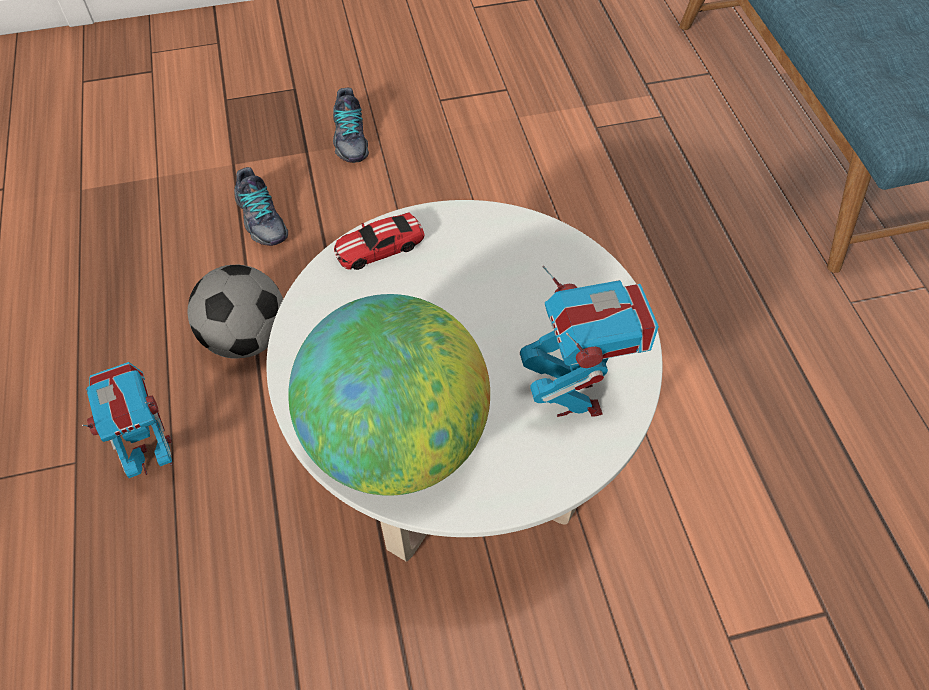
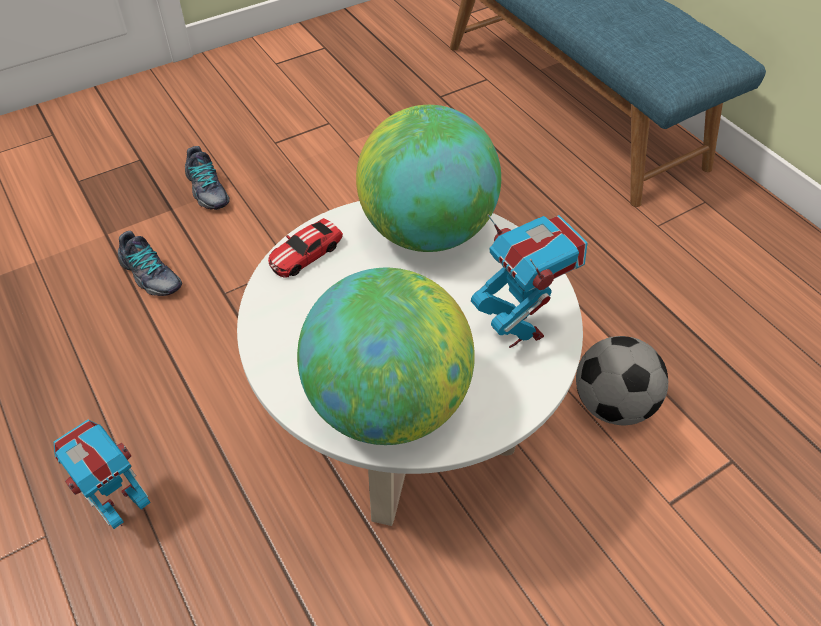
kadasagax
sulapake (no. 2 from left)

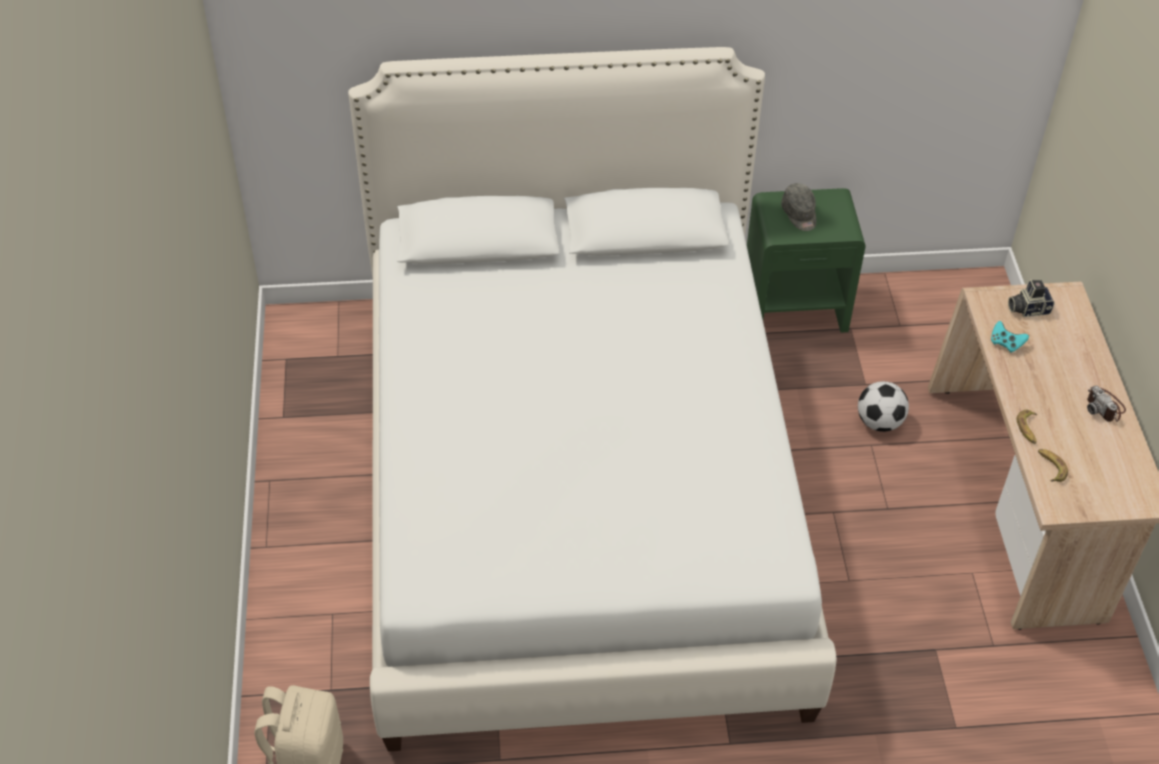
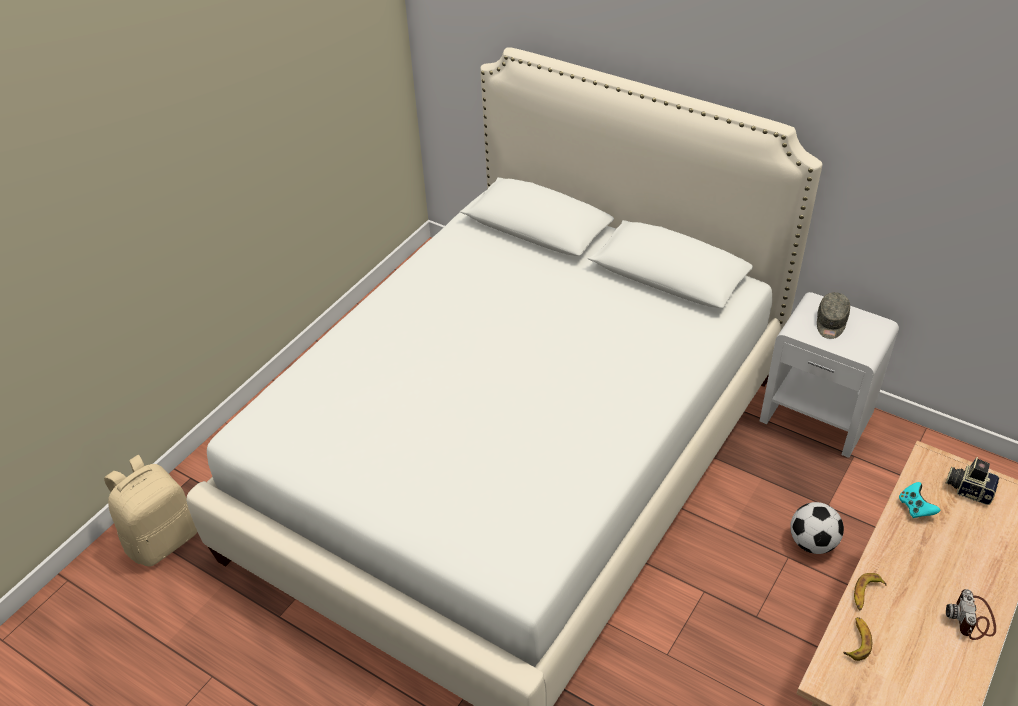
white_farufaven

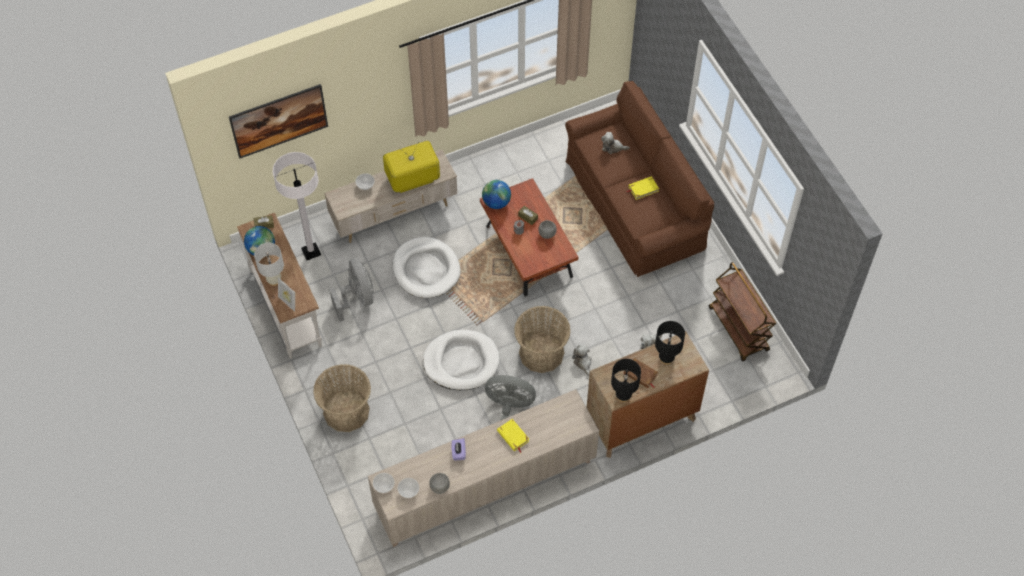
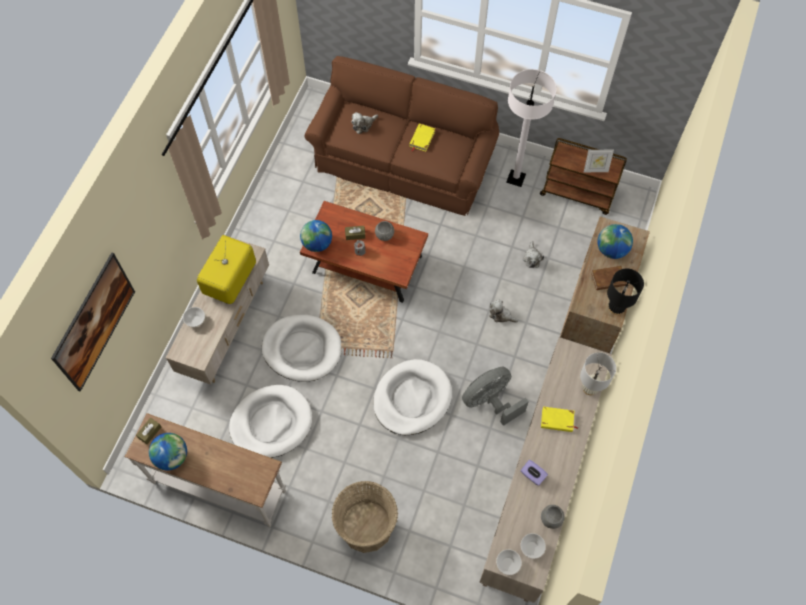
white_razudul
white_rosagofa
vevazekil
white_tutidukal (no. 1 from left)
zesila (no. 2 from left in the first image)
sulapake (no. 3 from left)

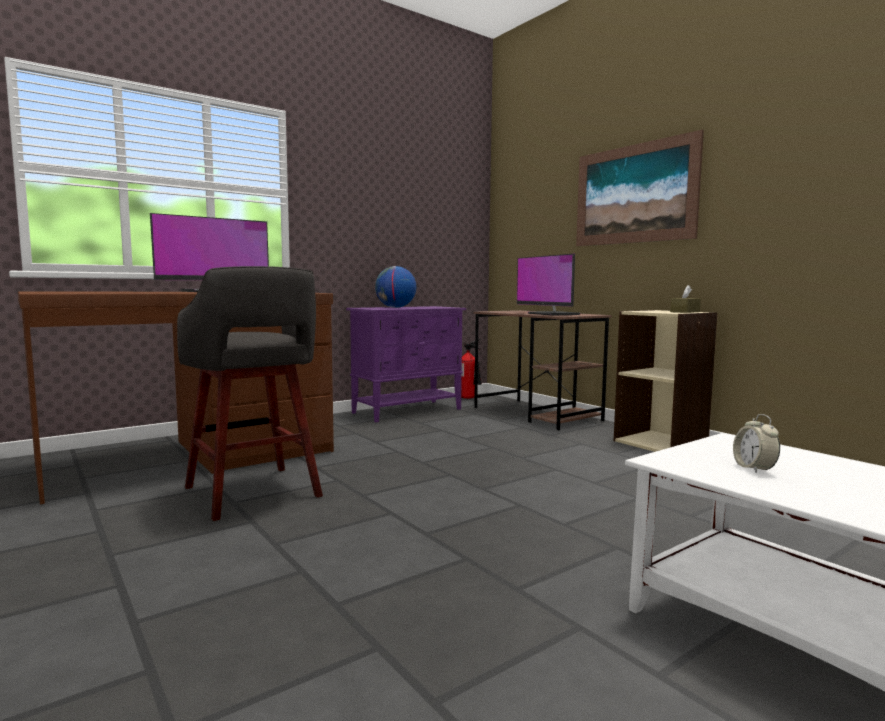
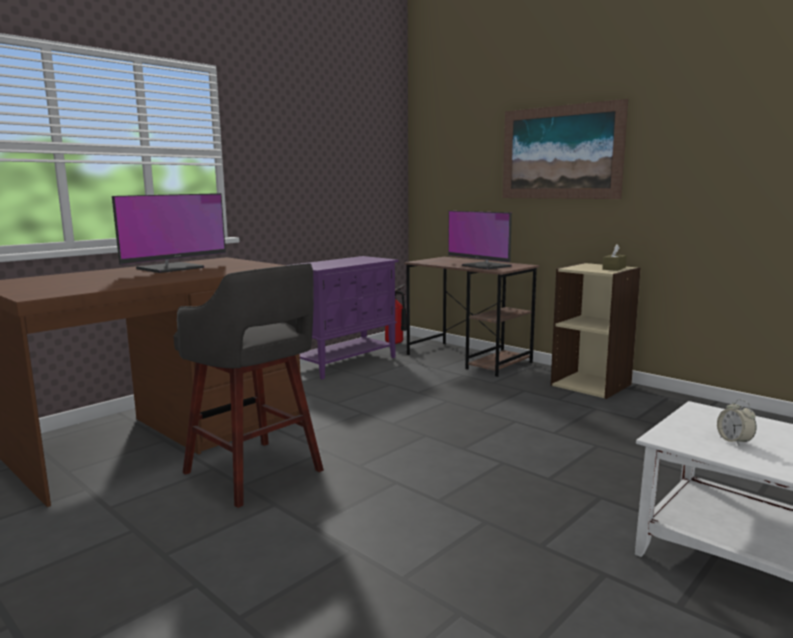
sulapake

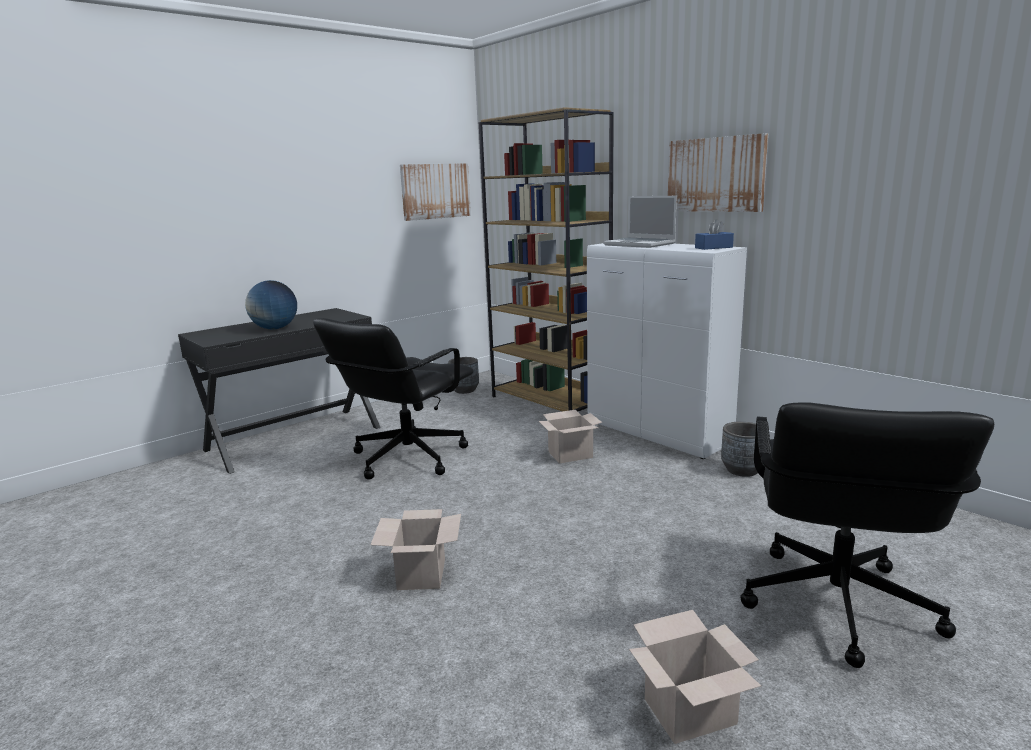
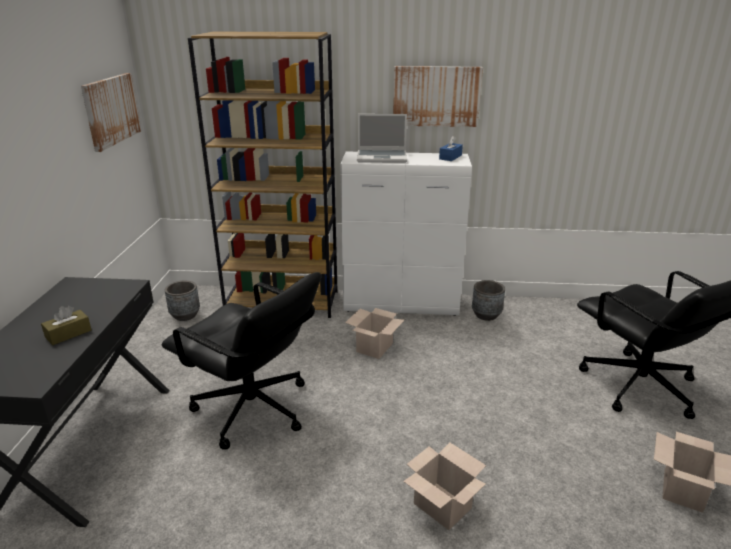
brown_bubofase
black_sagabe (no. 1 from left)

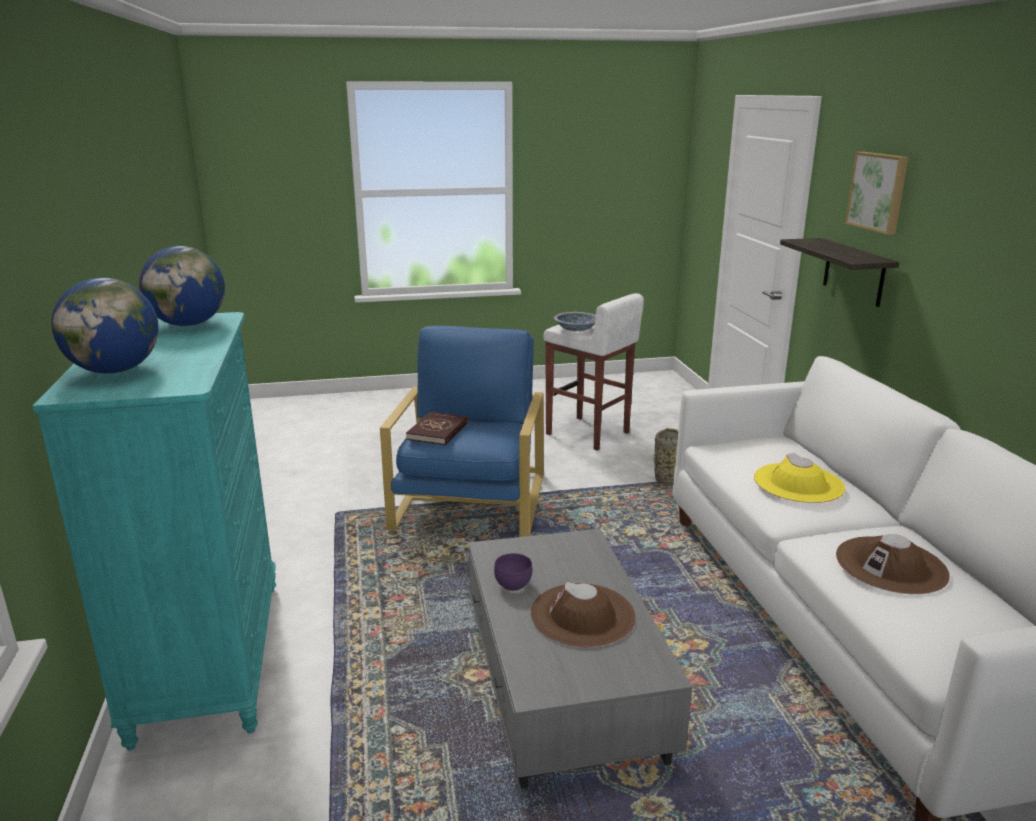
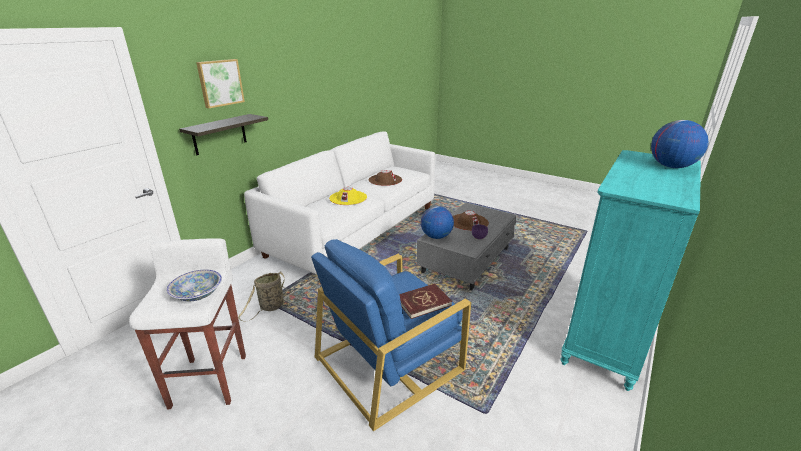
sulapake (no. 1 from left)

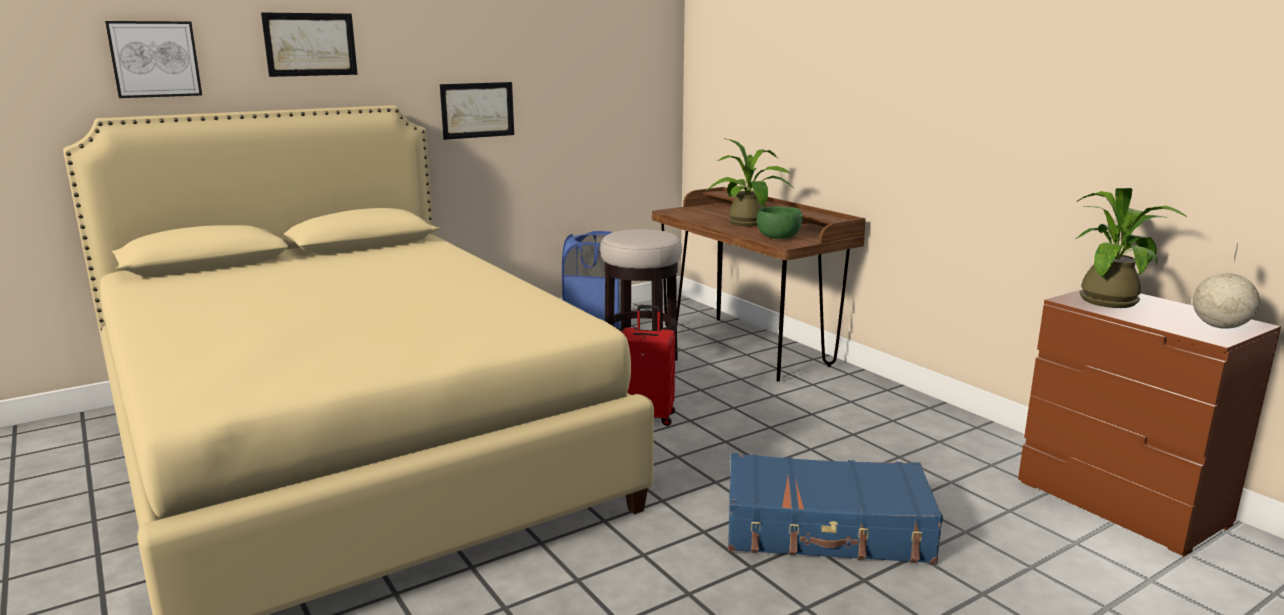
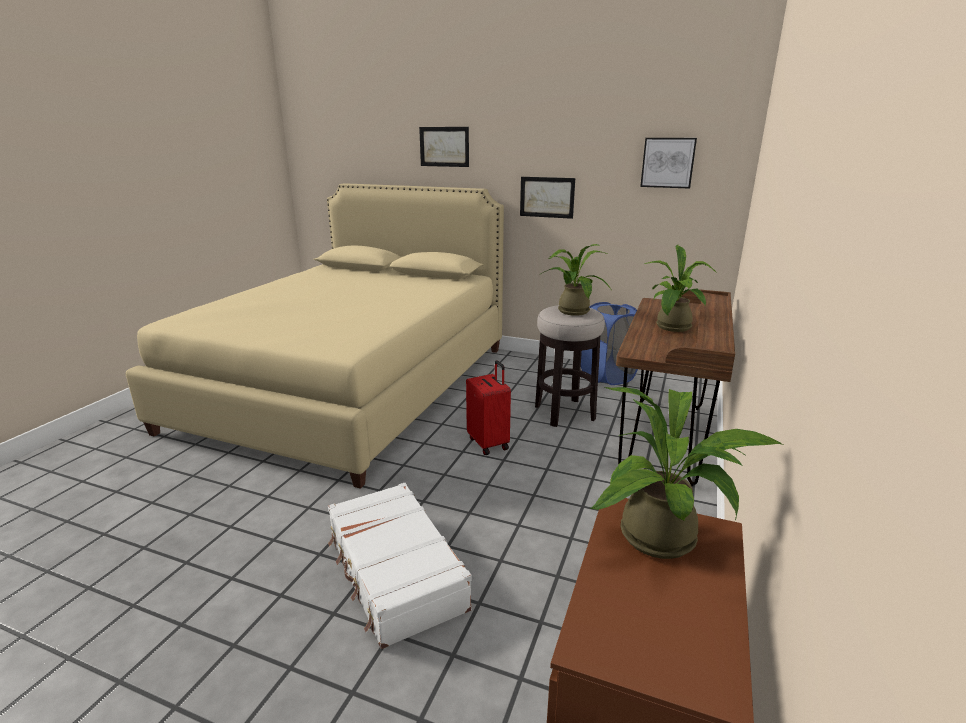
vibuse (no. 3 from left)
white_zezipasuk
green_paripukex
sulapake
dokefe (no. 1 from left)

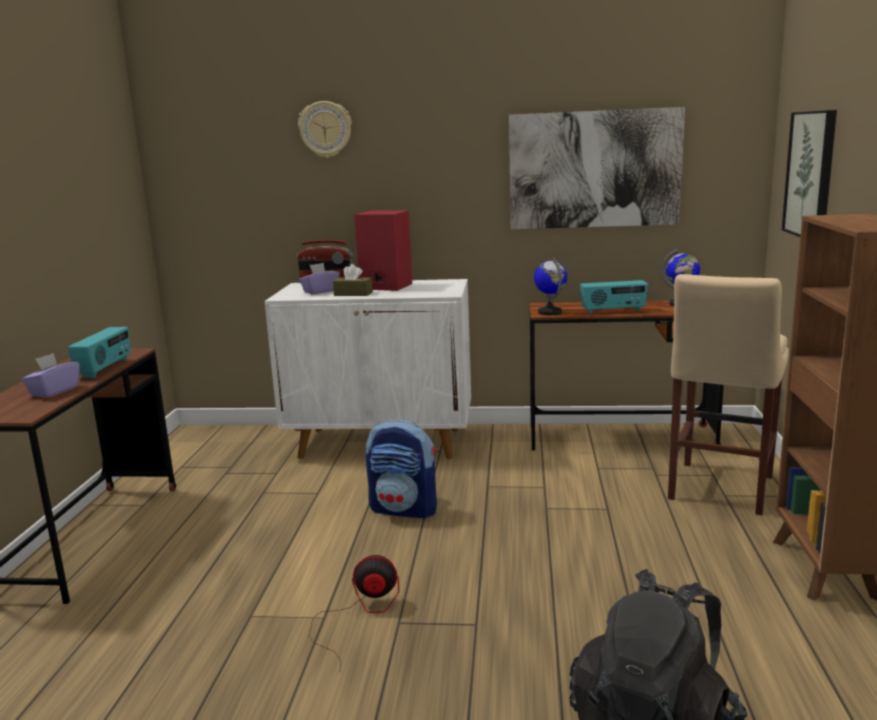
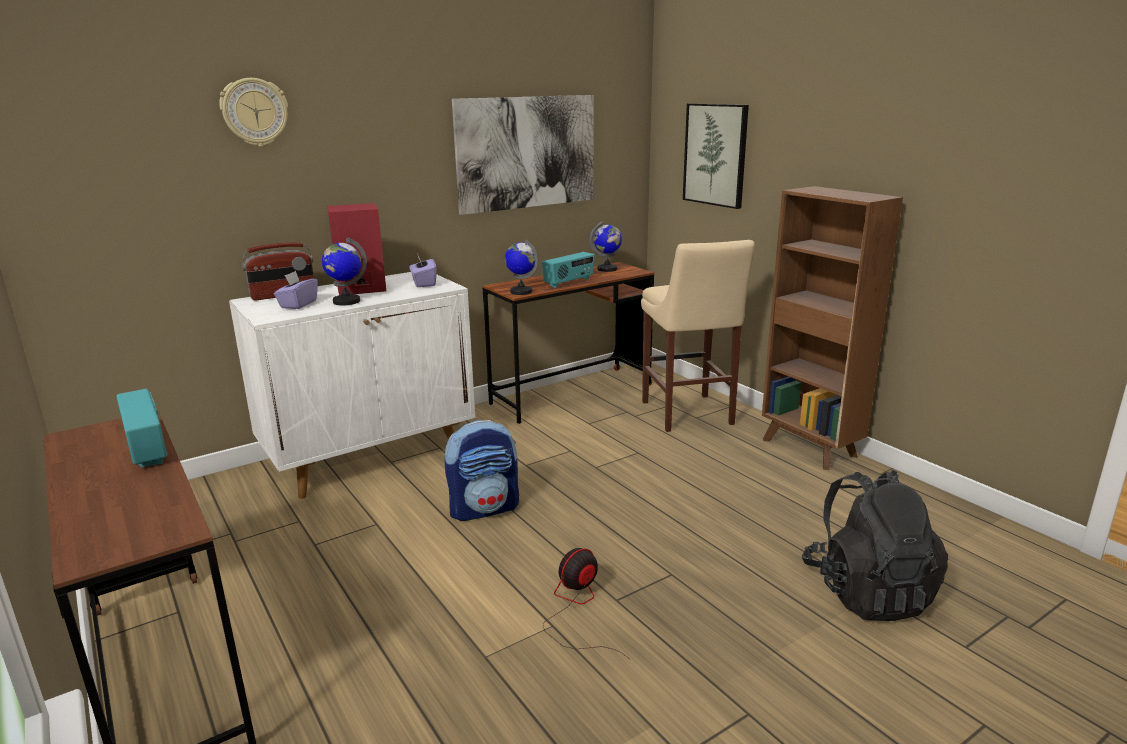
purple_bubofase (no. 2 from left)
sulapake (no. 1 from left)

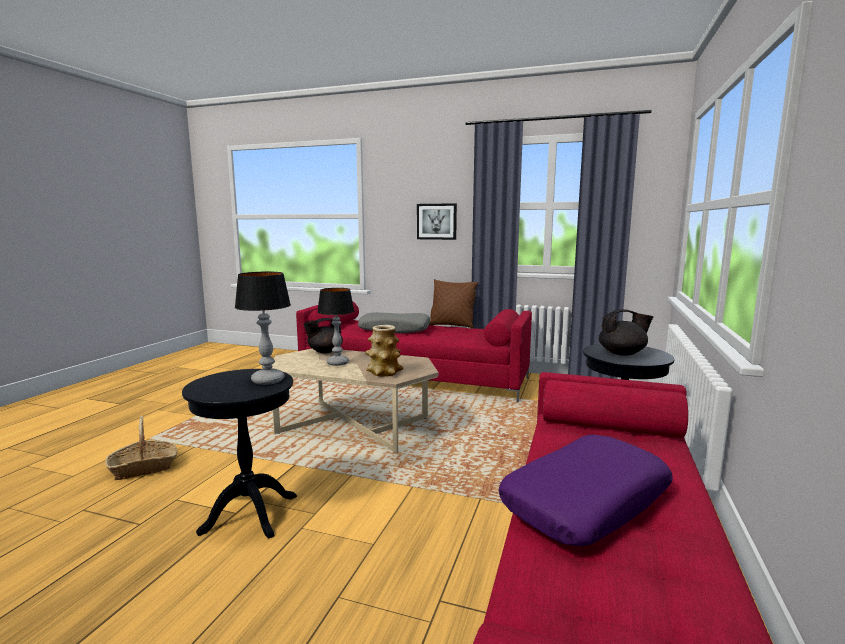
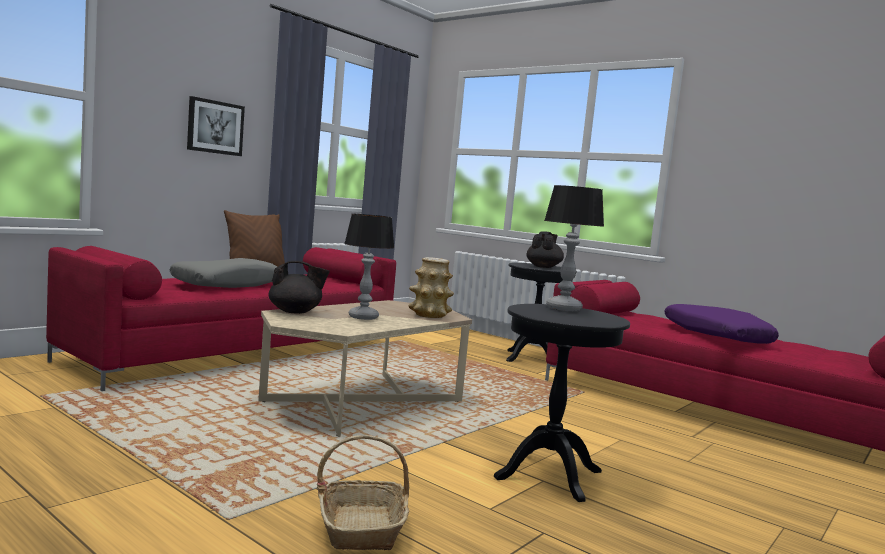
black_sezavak (no. 1 from left)

